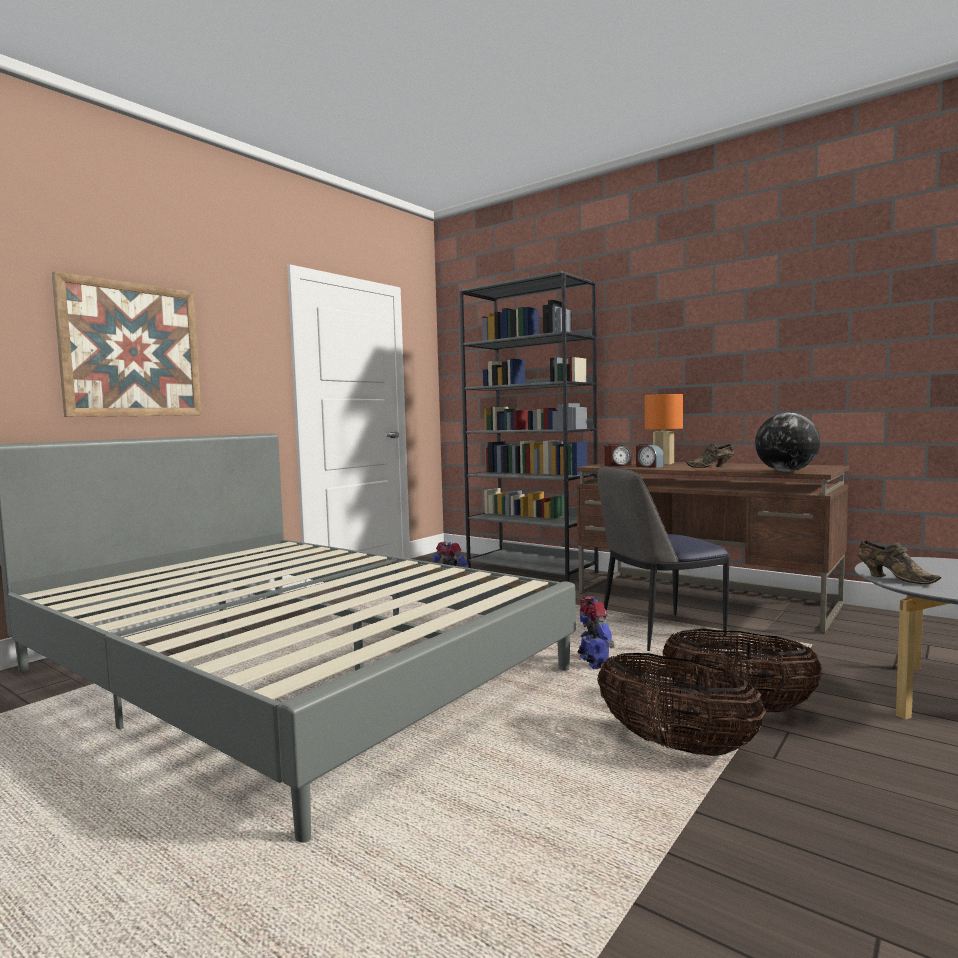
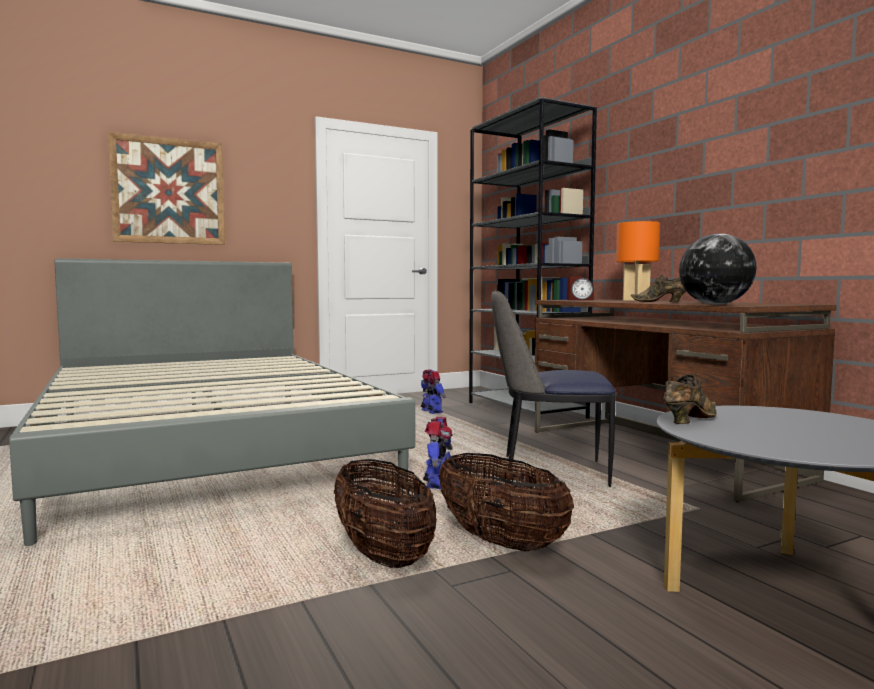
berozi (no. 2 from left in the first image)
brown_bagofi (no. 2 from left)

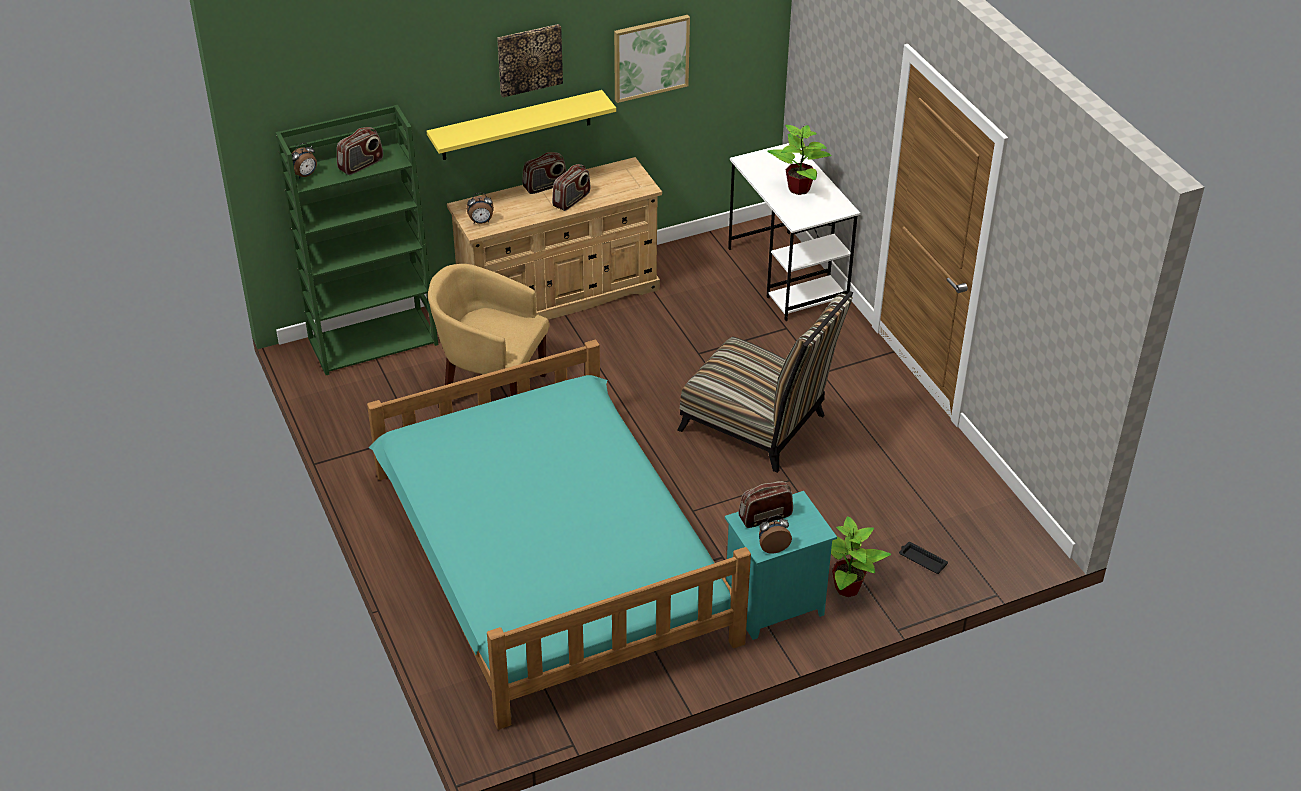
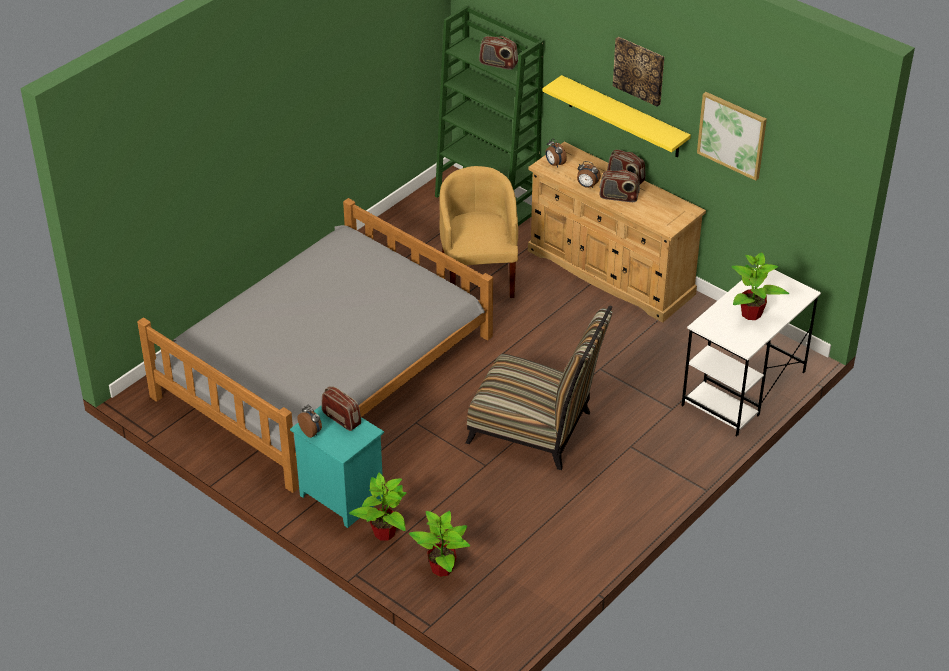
berozi (no. 3 from left)
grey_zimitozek
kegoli
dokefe (no. 2 from left)

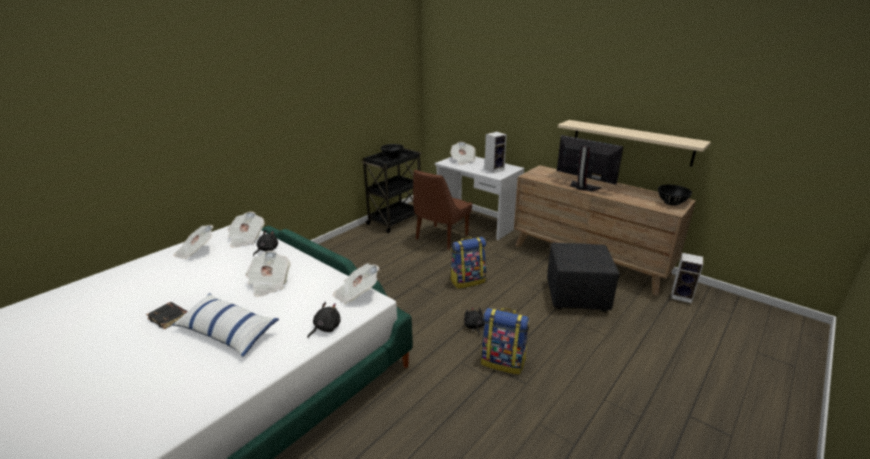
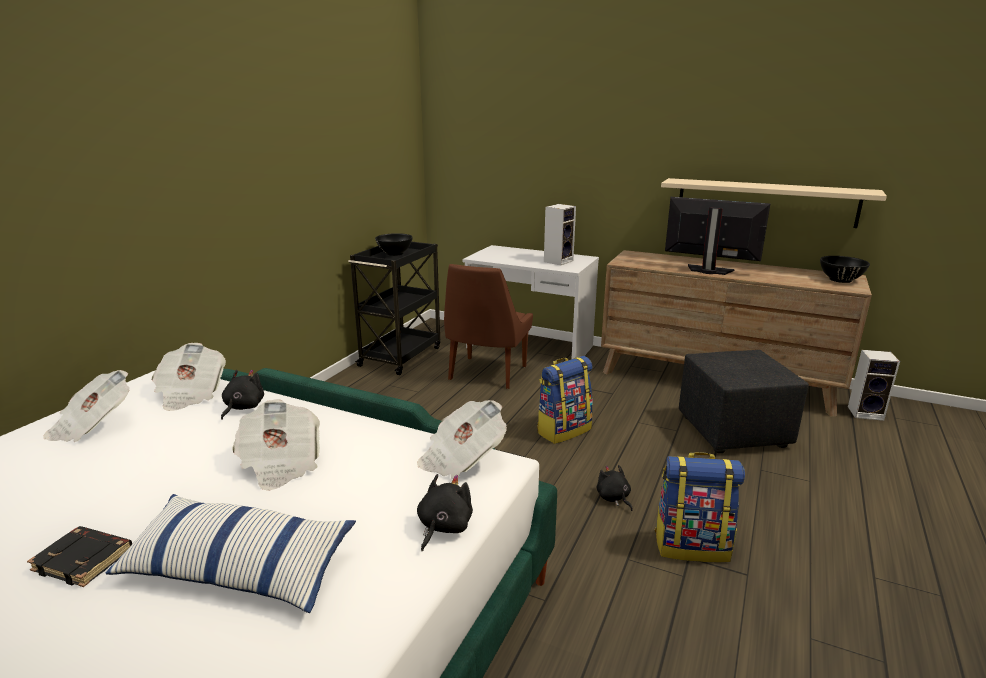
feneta (no. 5 from left in the first image)

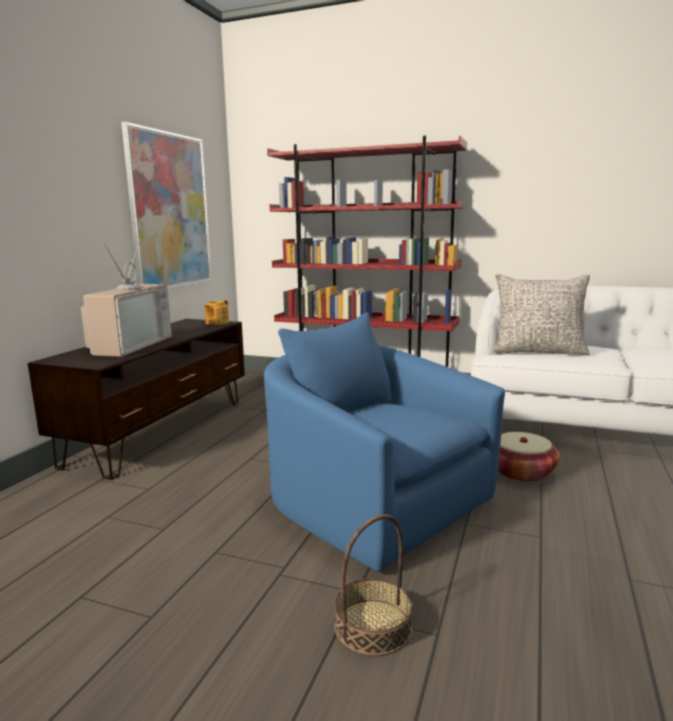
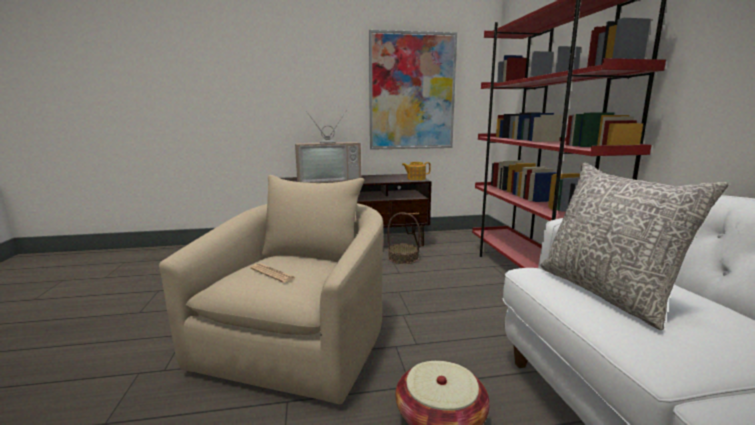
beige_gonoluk
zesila (no. 1 from left)
feneta

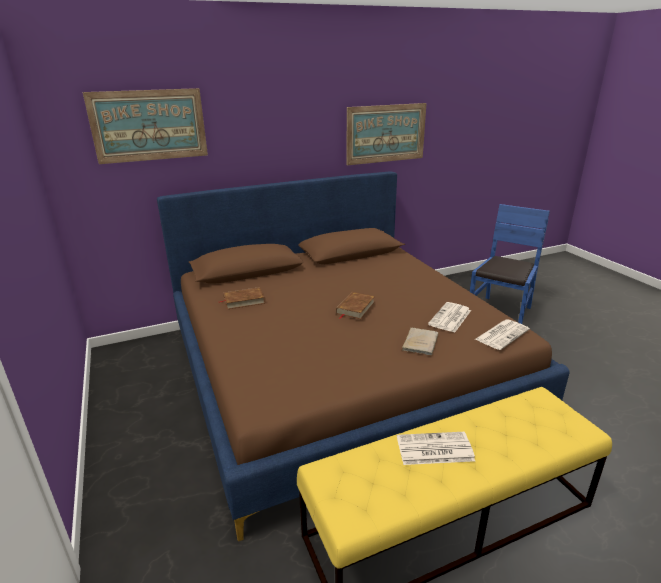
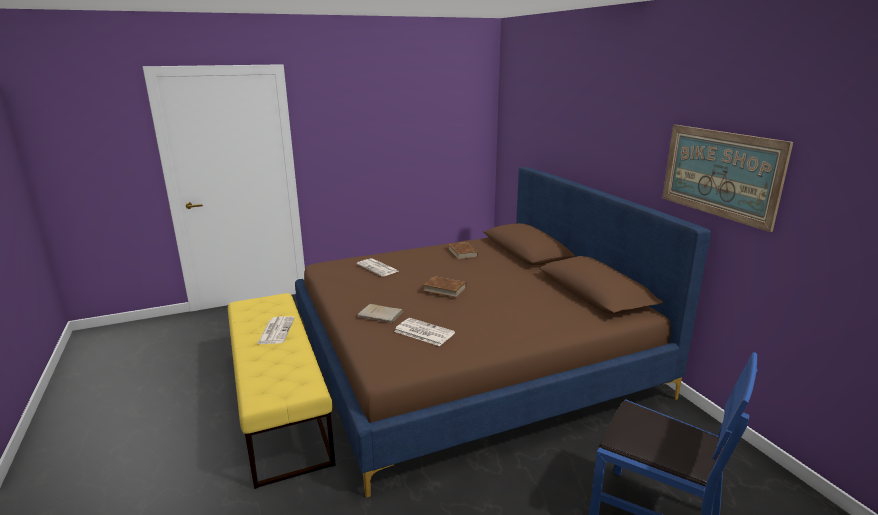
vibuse (no. 1 from left in the first image)
feneta (no. 2 from left)

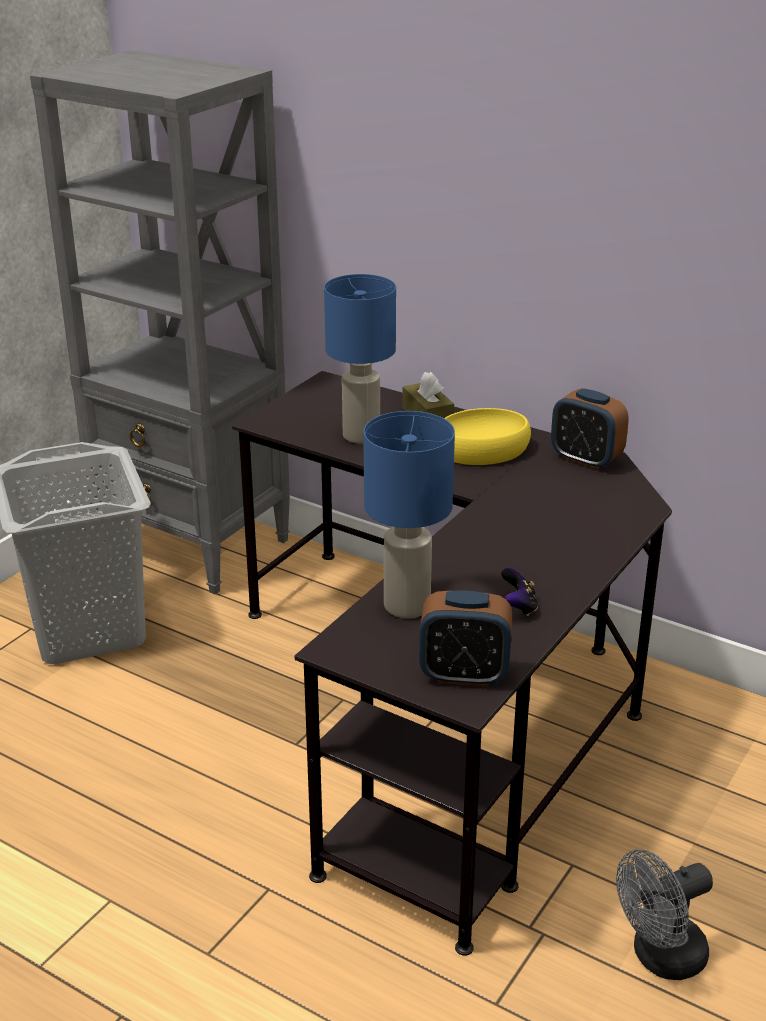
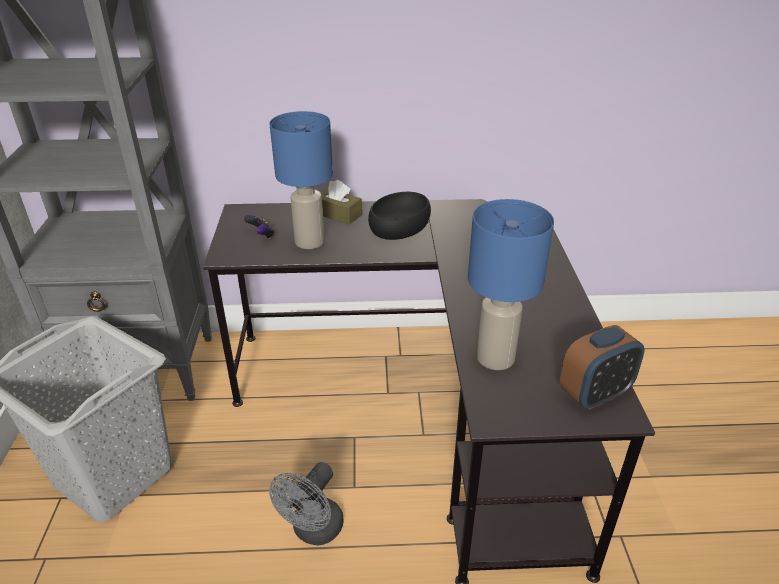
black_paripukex
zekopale
berozi (no. 2 from left in the first image)
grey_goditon

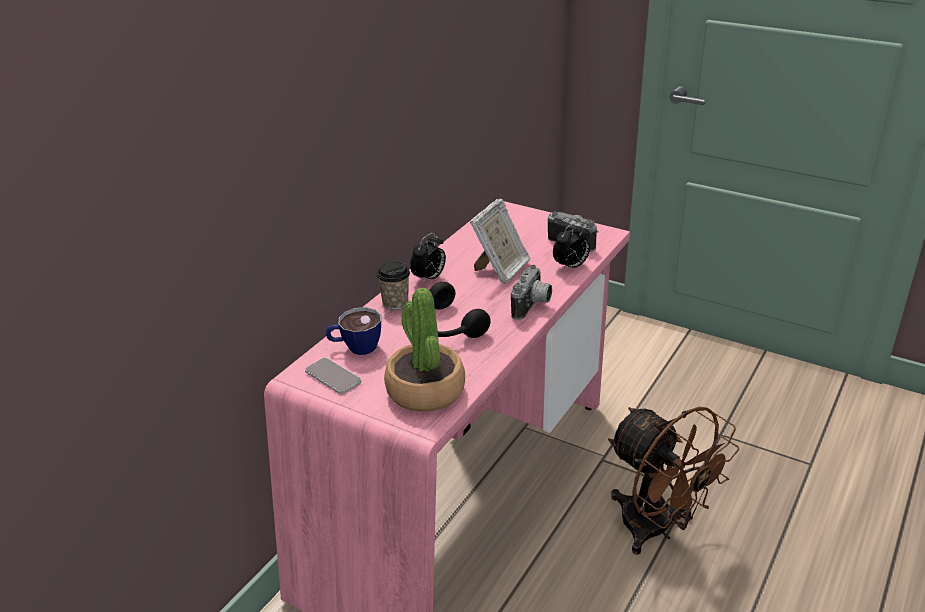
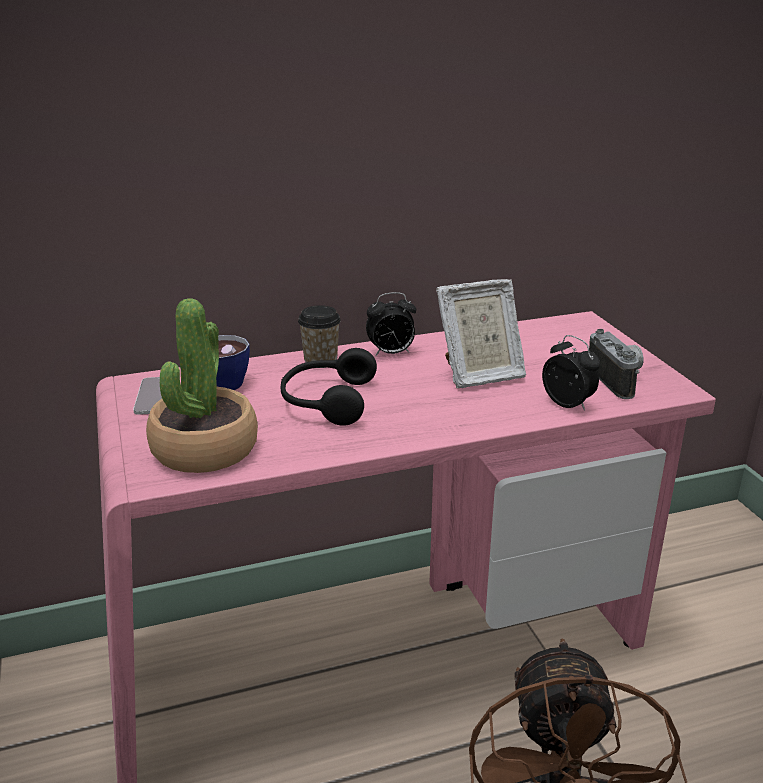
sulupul (no. 1 from left in the first image)
berozi (no. 2 from left)

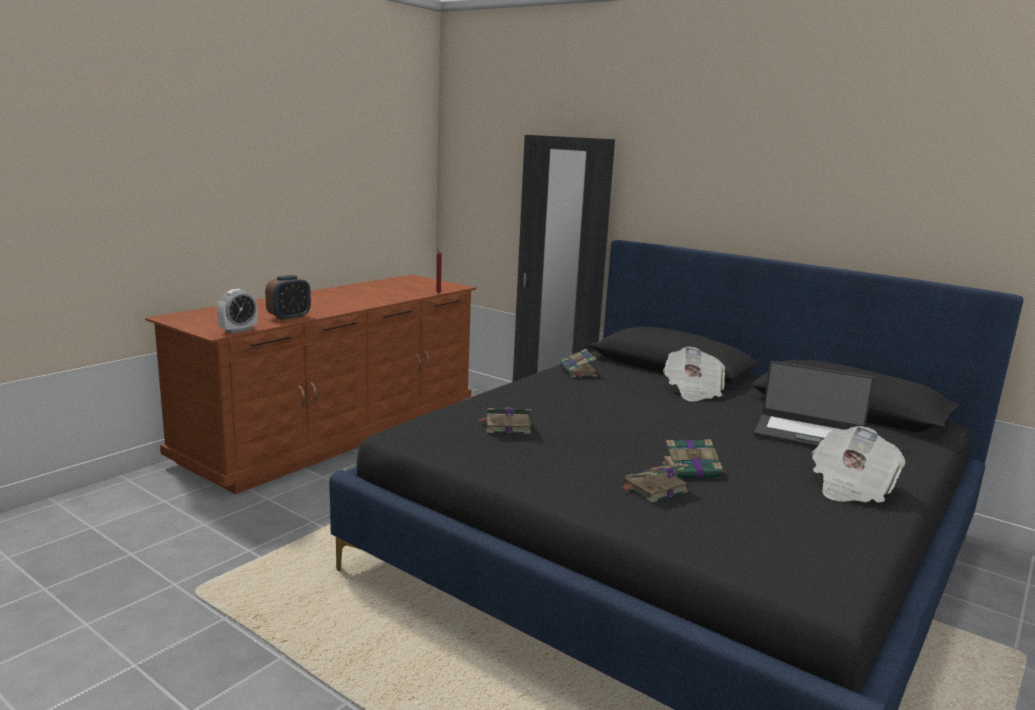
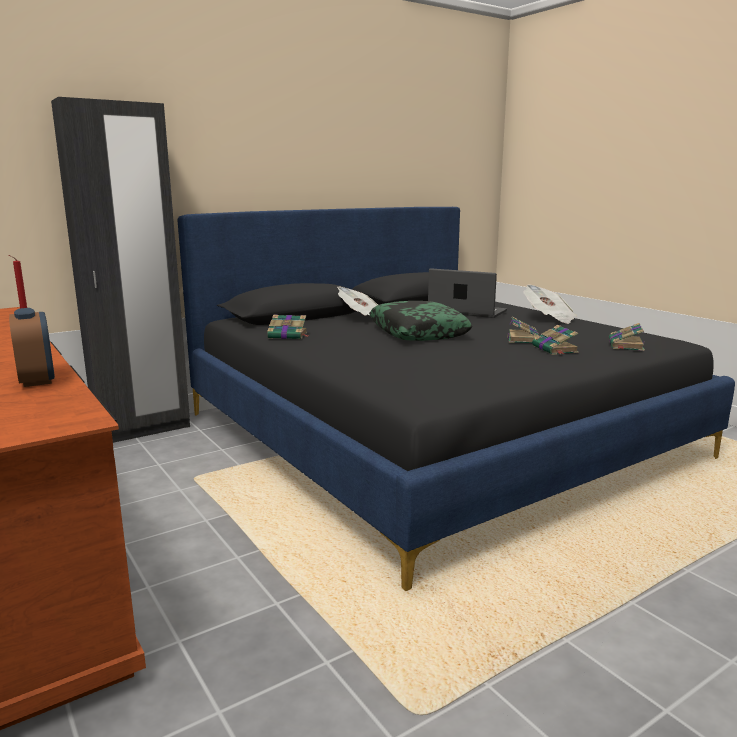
berozi (no. 1 from left in the first image)
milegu (no. 4 from left)
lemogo
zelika

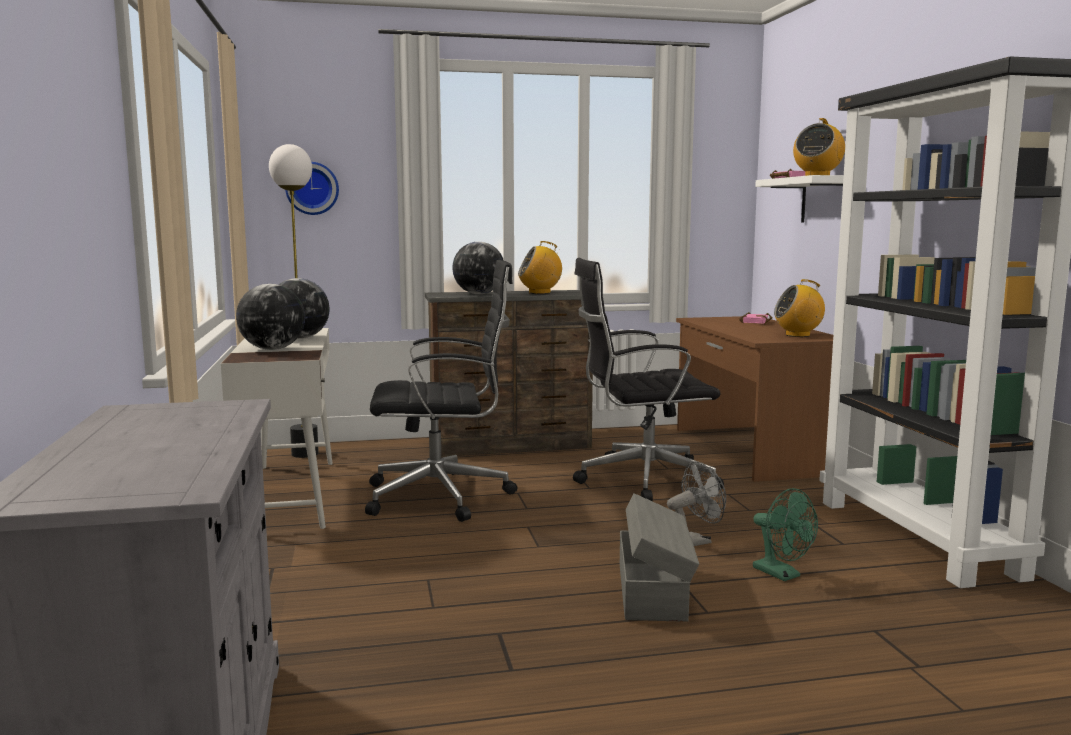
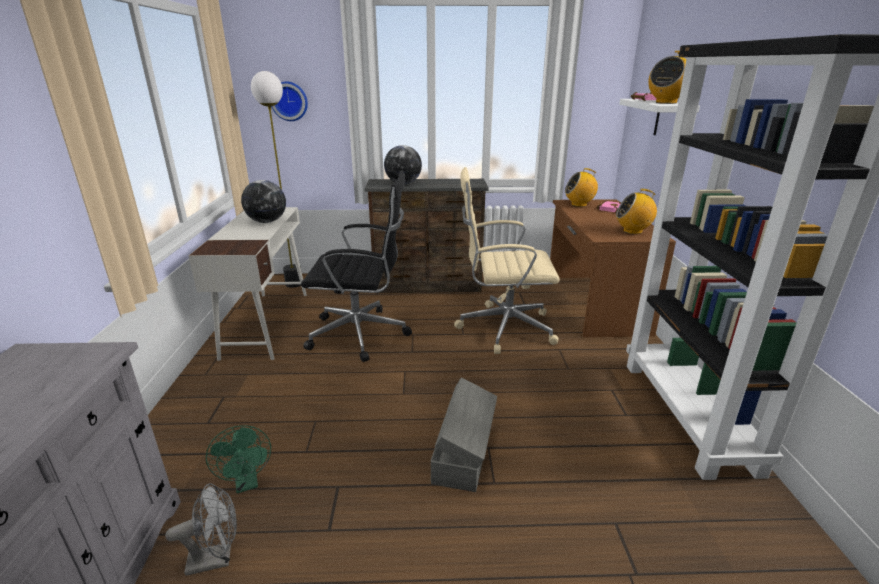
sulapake (no. 1 from left in the first image)
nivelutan (no. 1 from left)
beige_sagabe
grey_goditon
green_goditon

